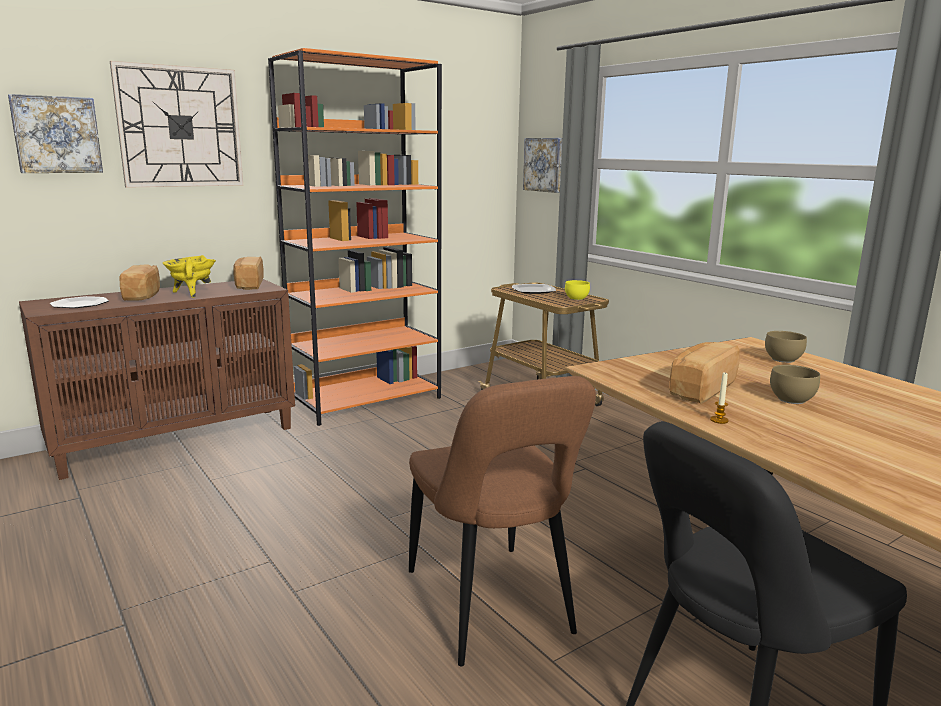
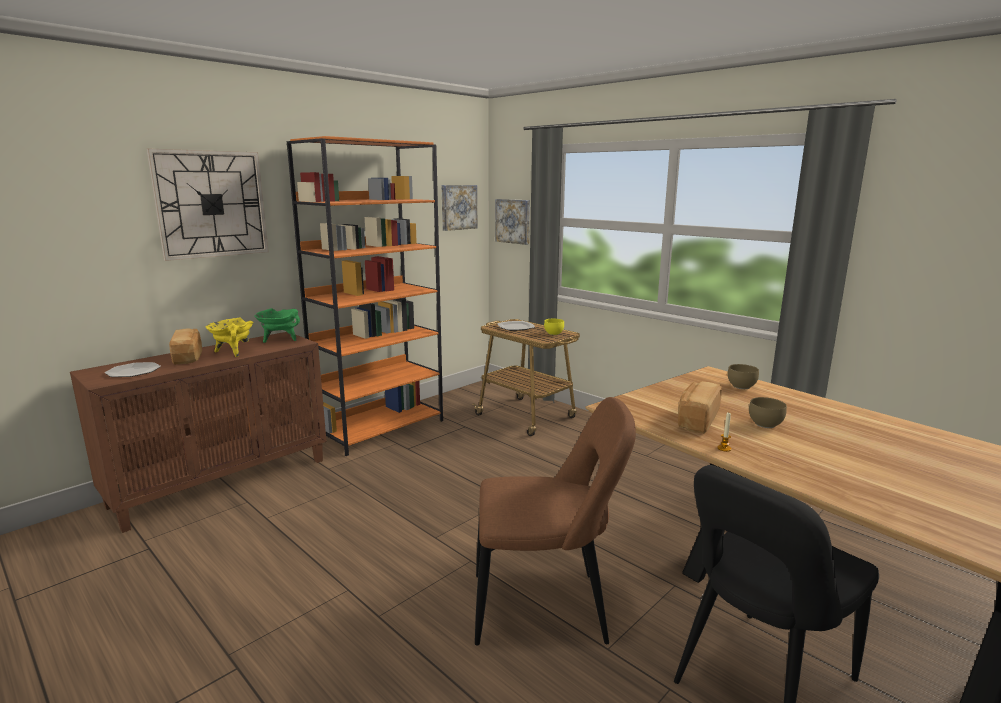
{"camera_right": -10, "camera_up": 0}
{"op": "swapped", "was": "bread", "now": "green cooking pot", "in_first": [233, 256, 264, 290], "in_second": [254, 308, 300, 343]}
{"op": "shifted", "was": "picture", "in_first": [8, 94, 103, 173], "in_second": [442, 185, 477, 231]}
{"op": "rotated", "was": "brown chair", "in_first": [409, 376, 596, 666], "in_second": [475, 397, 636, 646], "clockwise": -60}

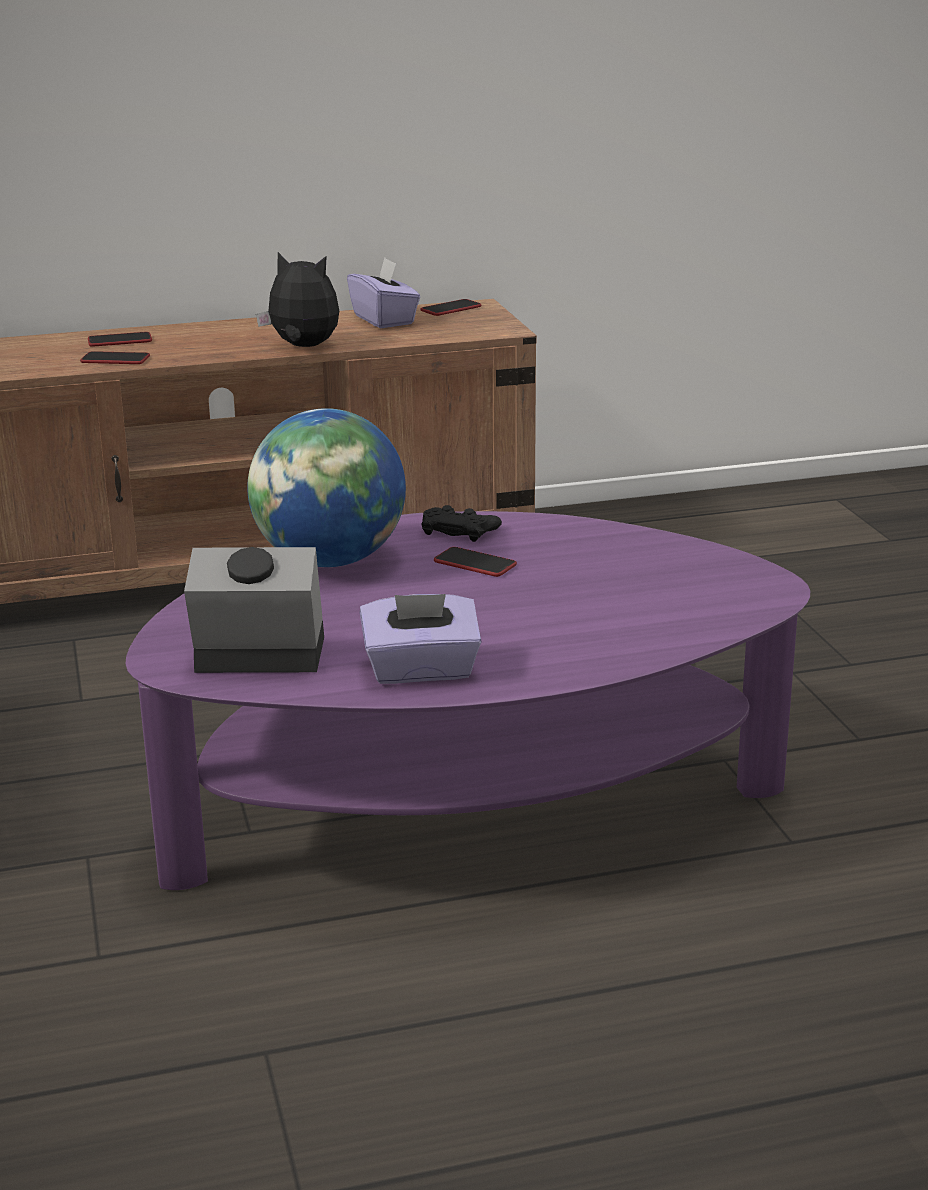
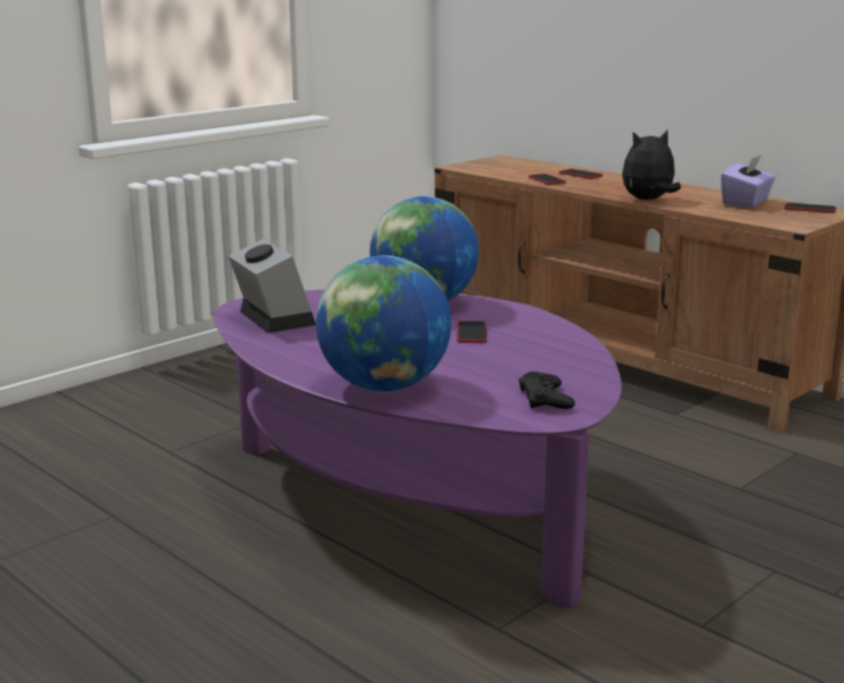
{"camera_right": 60, "camera_up": -5}
{"op": "new", "now": "globe", "in_second": [316, 255, 451, 392]}
{"op": "shifted", "was": "black game controller", "in_first": [421, 505, 502, 542], "in_second": [519, 371, 575, 409]}
{"op": "rotated", "was": "plush toy", "in_first": [256, 252, 339, 347], "in_second": [622, 129, 681, 200], "clockwise": -105}
{"op": "gone", "was": "purple tissue box", "in_first": [360, 594, 482, 684]}

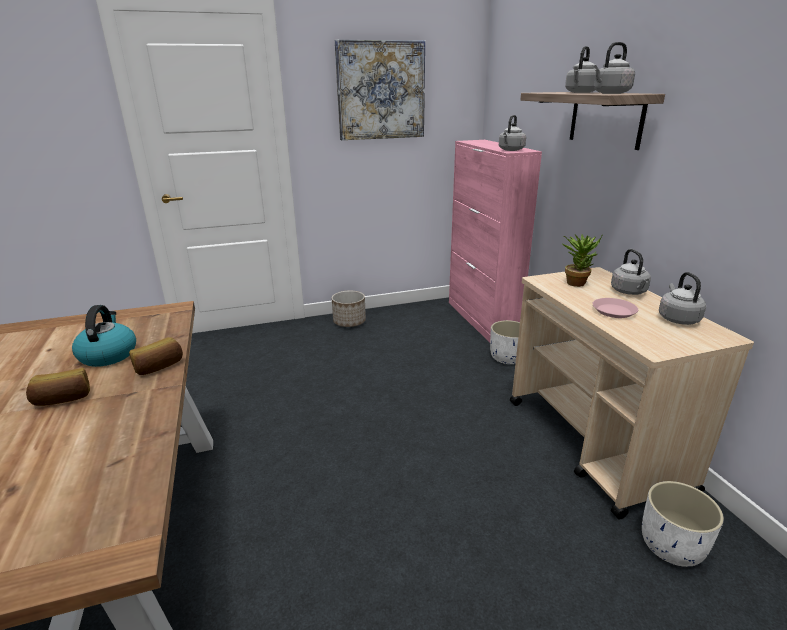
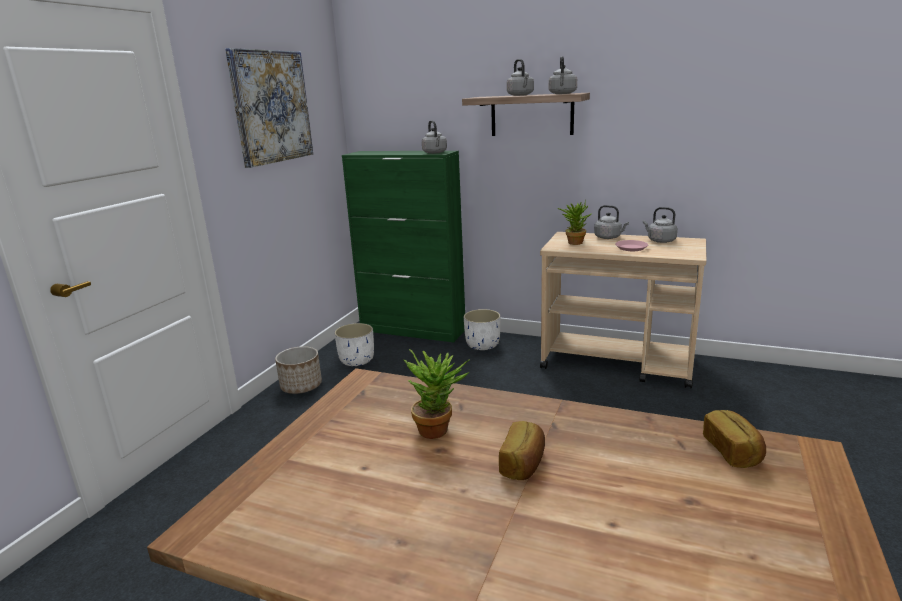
{"camera_right": -50, "camera_up": -5}
{"op": "shifted", "was": "white planter", "in_first": [642, 481, 724, 567], "in_second": [334, 323, 374, 366]}
{"op": "repainted", "was": "pink cabinet", "now": "green cabinet", "in_first": [449, 140, 542, 342], "in_second": [342, 151, 465, 342]}
{"op": "swapped", "was": "kettle", "now": "potted plant", "in_first": [72, 305, 136, 367], "in_second": [404, 349, 470, 439]}
{"op": "shifted", "was": "bread", "in_first": [129, 337, 183, 375], "in_second": [703, 410, 766, 468]}

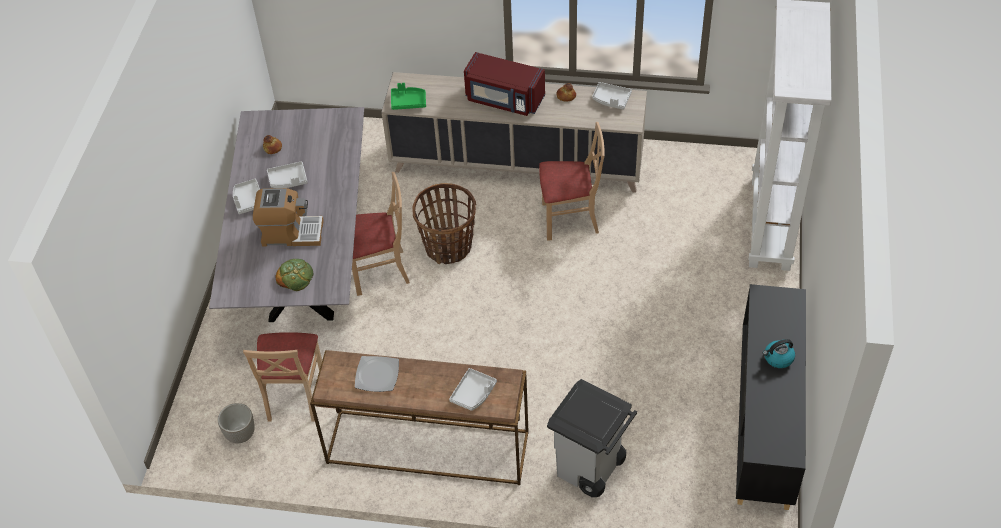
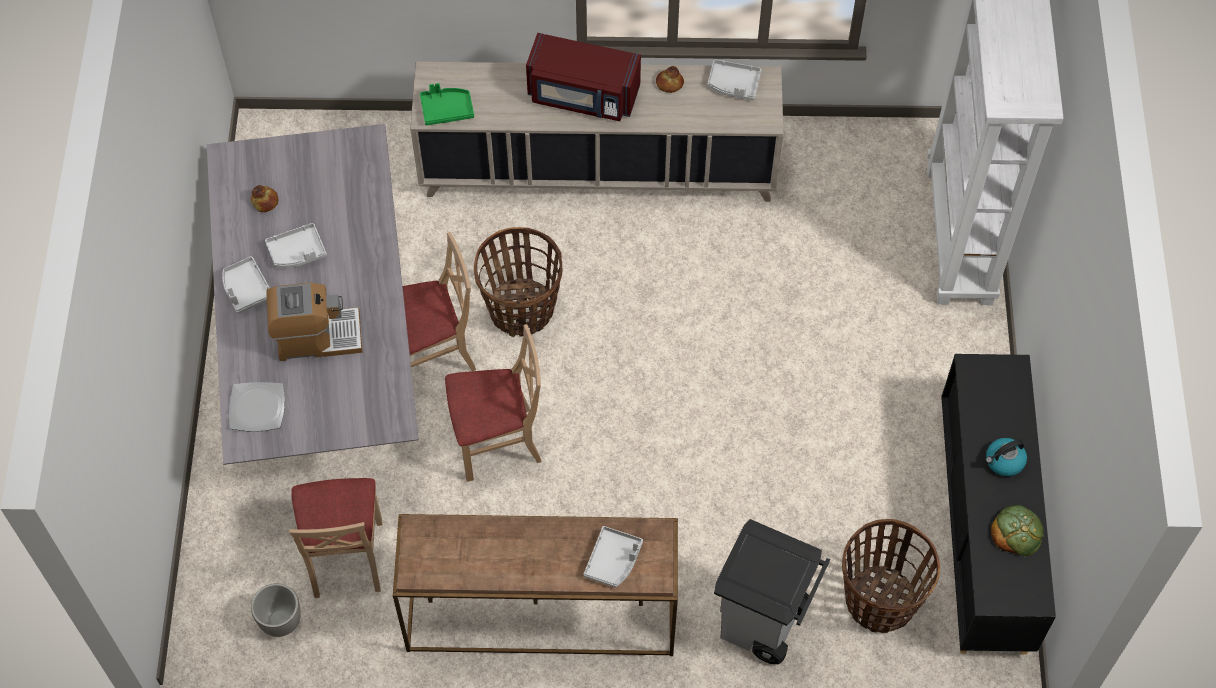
{"camera_right": -10, "camera_up": 10}
{"op": "shifted", "was": "plate", "in_first": [355, 356, 399, 392], "in_second": [229, 382, 285, 432]}
{"op": "shifted", "was": "beige chair", "in_first": [539, 122, 605, 241], "in_second": [445, 324, 541, 482]}
{"op": "new", "now": "basket", "in_second": [842, 519, 940, 633]}
{"op": "shifted", "was": "bread", "in_first": [276, 259, 313, 291], "in_second": [991, 505, 1044, 556]}

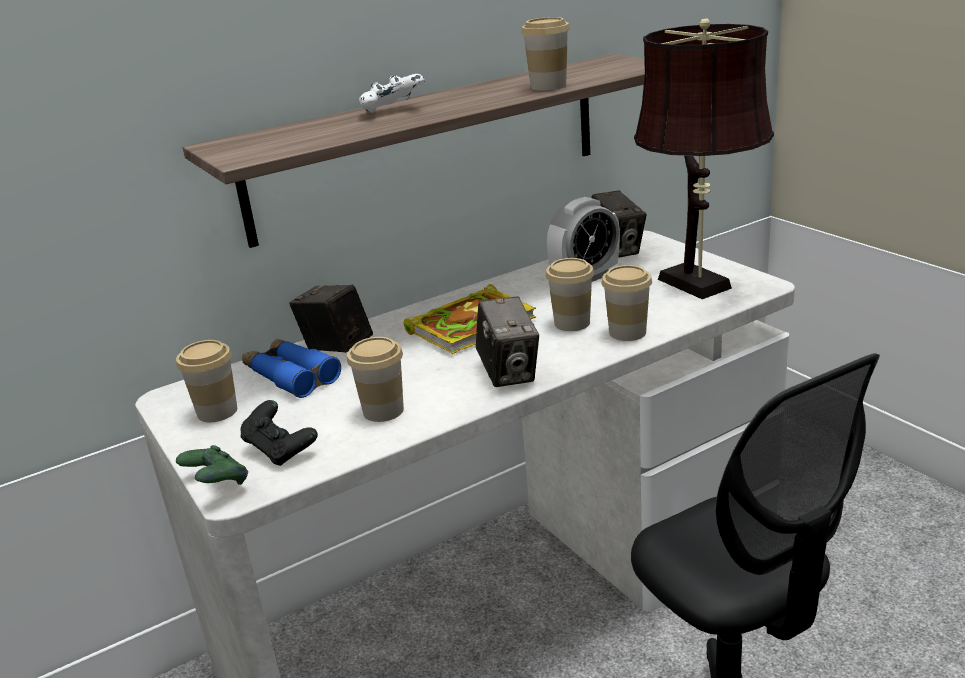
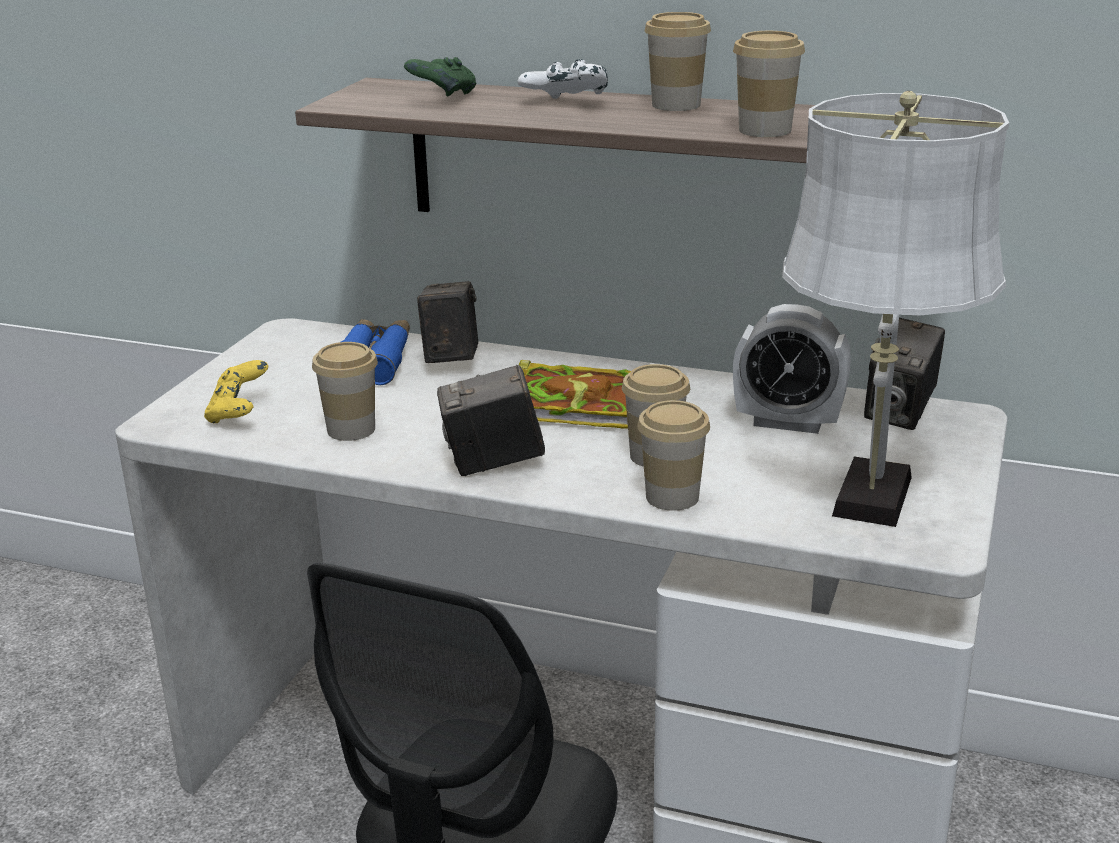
{"camera_right": 50, "camera_up": 0}
{"op": "repainted", "was": "black game controller", "now": "yellow game controller", "in_first": [240, 400, 318, 466], "in_second": [204, 360, 268, 423]}
{"op": "shifted", "was": "green game controller", "in_first": [176, 445, 248, 485], "in_second": [404, 57, 477, 96]}
{"op": "rotated", "was": "photo camera", "in_first": [476, 297, 539, 387], "in_second": [437, 365, 545, 476], "clockwise": 45}
{"op": "shifted", "was": "cup", "in_first": [176, 340, 237, 422], "in_second": [645, 12, 711, 111]}
{"op": "repainted", "was": "brown table lamp", "now": "white table lamp", "in_first": [634, 18, 774, 299], "in_second": [782, 91, 1009, 527]}

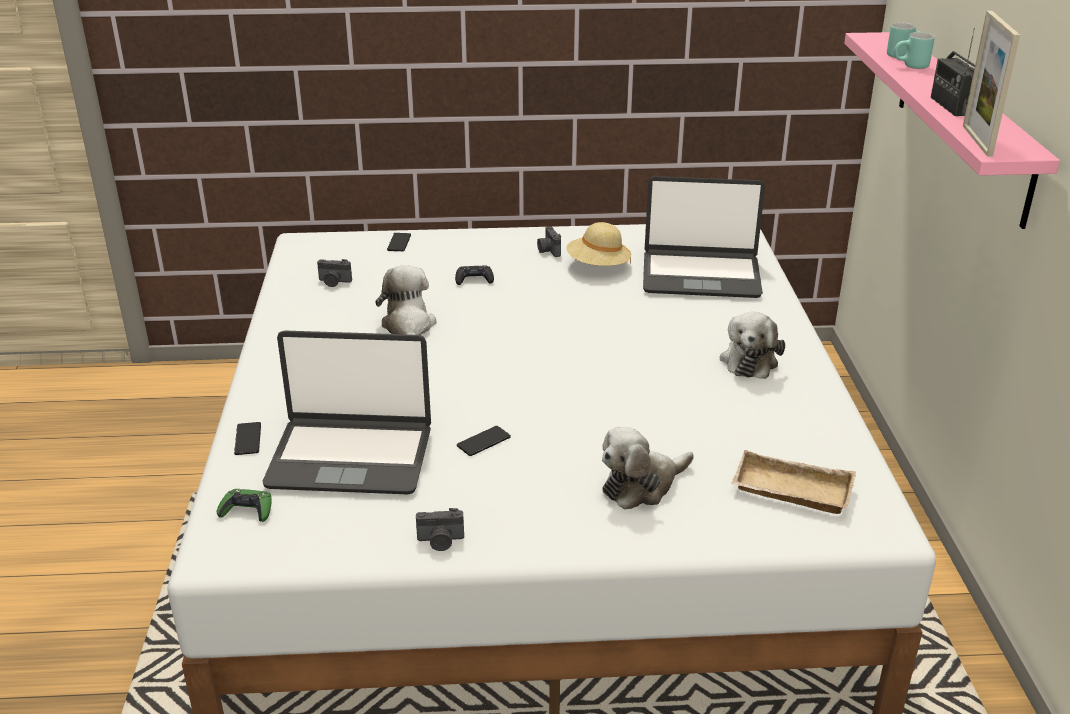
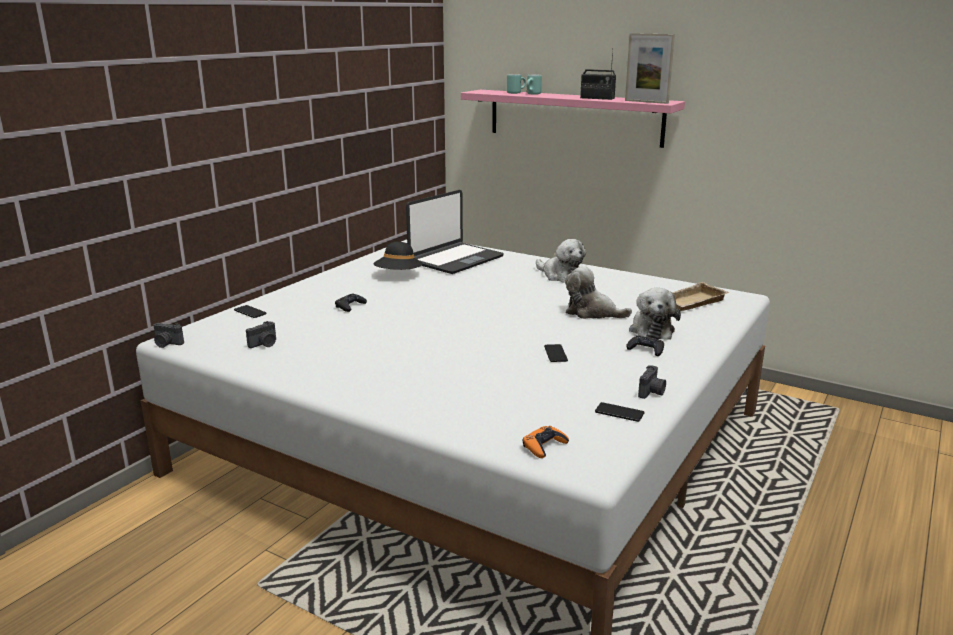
{"camera_right": -55, "camera_up": -10}
{"op": "shifted", "was": "photo camera", "in_first": [537, 226, 561, 257], "in_second": [154, 323, 184, 348]}
{"op": "repainted", "was": "beige hat", "now": "black hat", "in_first": [567, 222, 631, 266], "in_second": [374, 242, 423, 270]}
{"op": "repainted", "was": "green game controller", "now": "orange game controller", "in_first": [217, 489, 272, 522], "in_second": [523, 426, 569, 458]}
{"op": "shifted", "was": "plush toy", "in_first": [375, 265, 437, 335], "in_second": [565, 266, 632, 319]}
{"op": "shifted", "was": "phone", "in_first": [234, 422, 261, 455], "in_second": [595, 402, 644, 422]}
{"op": "new", "now": "black game controller", "in_second": [626, 336, 664, 356]}
{"op": "gone", "was": "laptop", "in_first": [263, 331, 431, 494]}

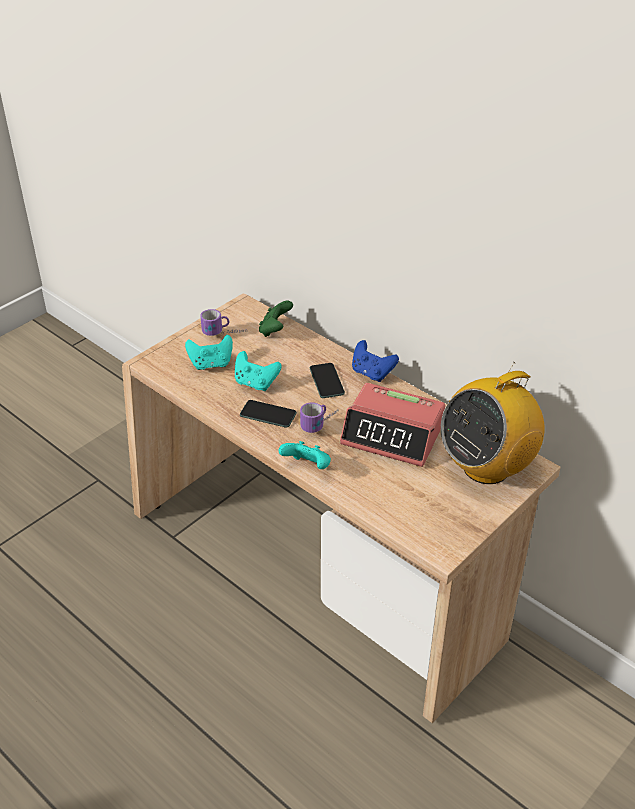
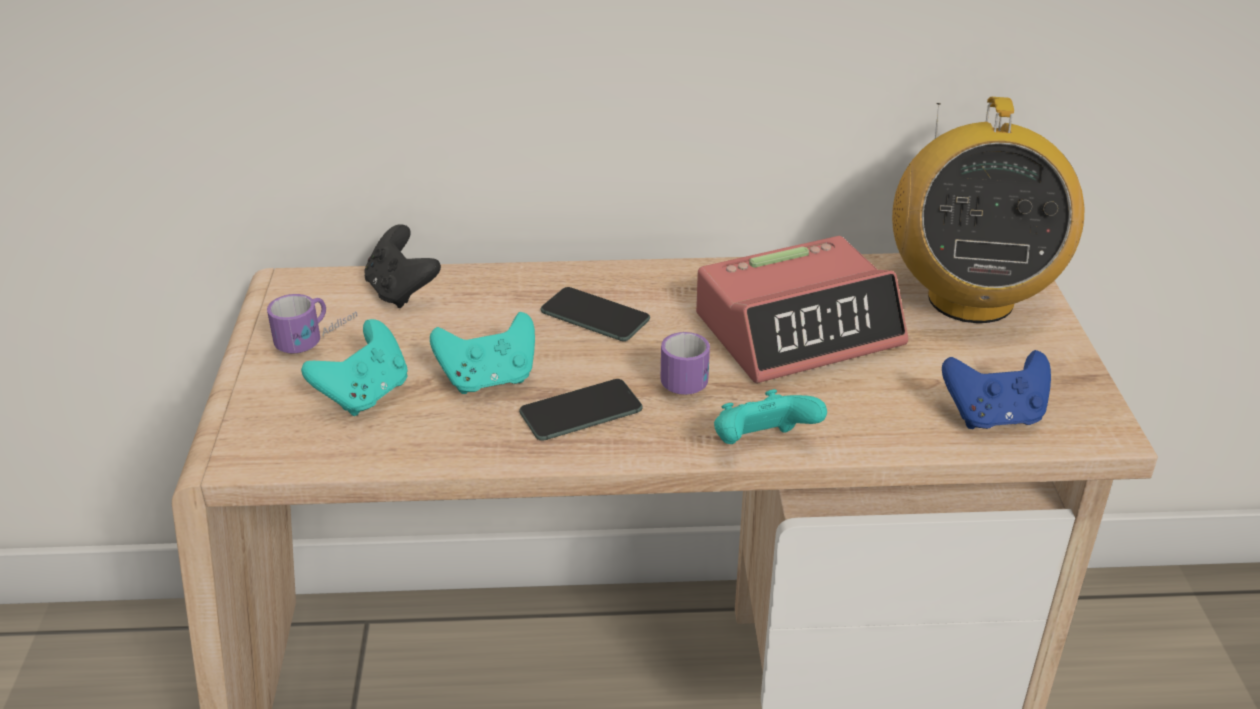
{"camera_right": -45, "camera_up": -5}
{"op": "repainted", "was": "green game controller", "now": "black game controller", "in_first": [259, 301, 293, 337], "in_second": [364, 224, 441, 308]}
{"op": "shifted", "was": "blue game controller", "in_first": [352, 340, 399, 382], "in_second": [942, 350, 1051, 429]}

